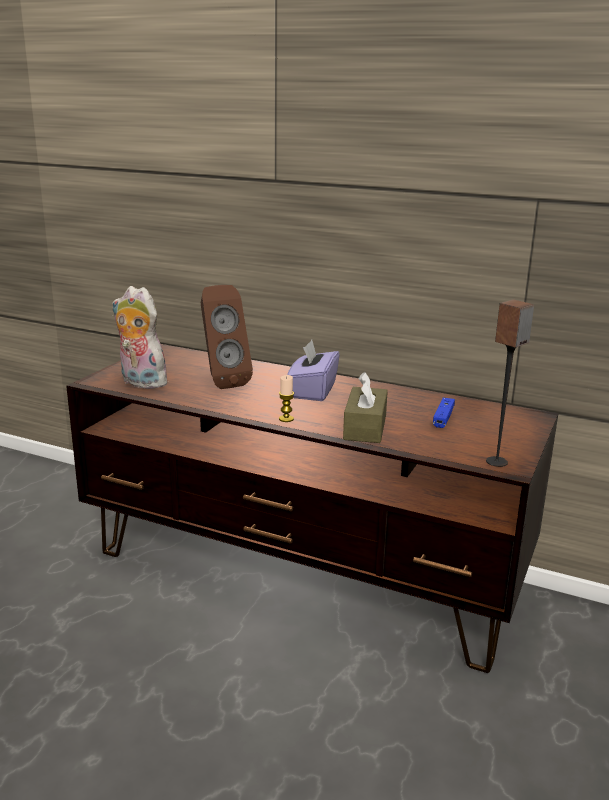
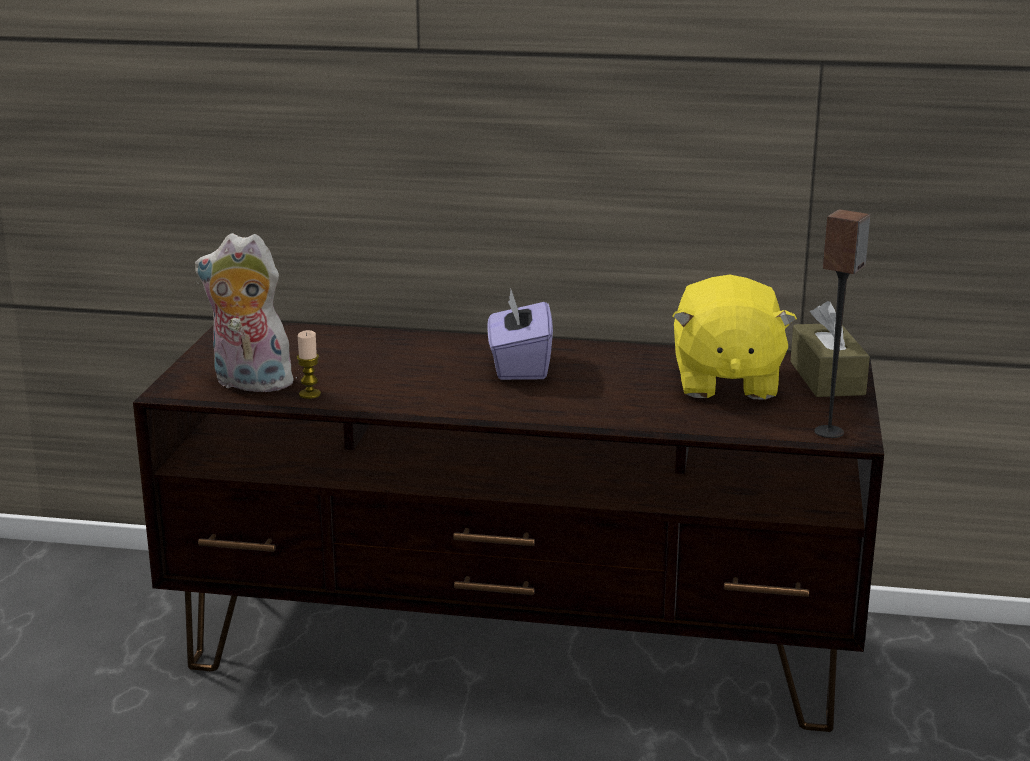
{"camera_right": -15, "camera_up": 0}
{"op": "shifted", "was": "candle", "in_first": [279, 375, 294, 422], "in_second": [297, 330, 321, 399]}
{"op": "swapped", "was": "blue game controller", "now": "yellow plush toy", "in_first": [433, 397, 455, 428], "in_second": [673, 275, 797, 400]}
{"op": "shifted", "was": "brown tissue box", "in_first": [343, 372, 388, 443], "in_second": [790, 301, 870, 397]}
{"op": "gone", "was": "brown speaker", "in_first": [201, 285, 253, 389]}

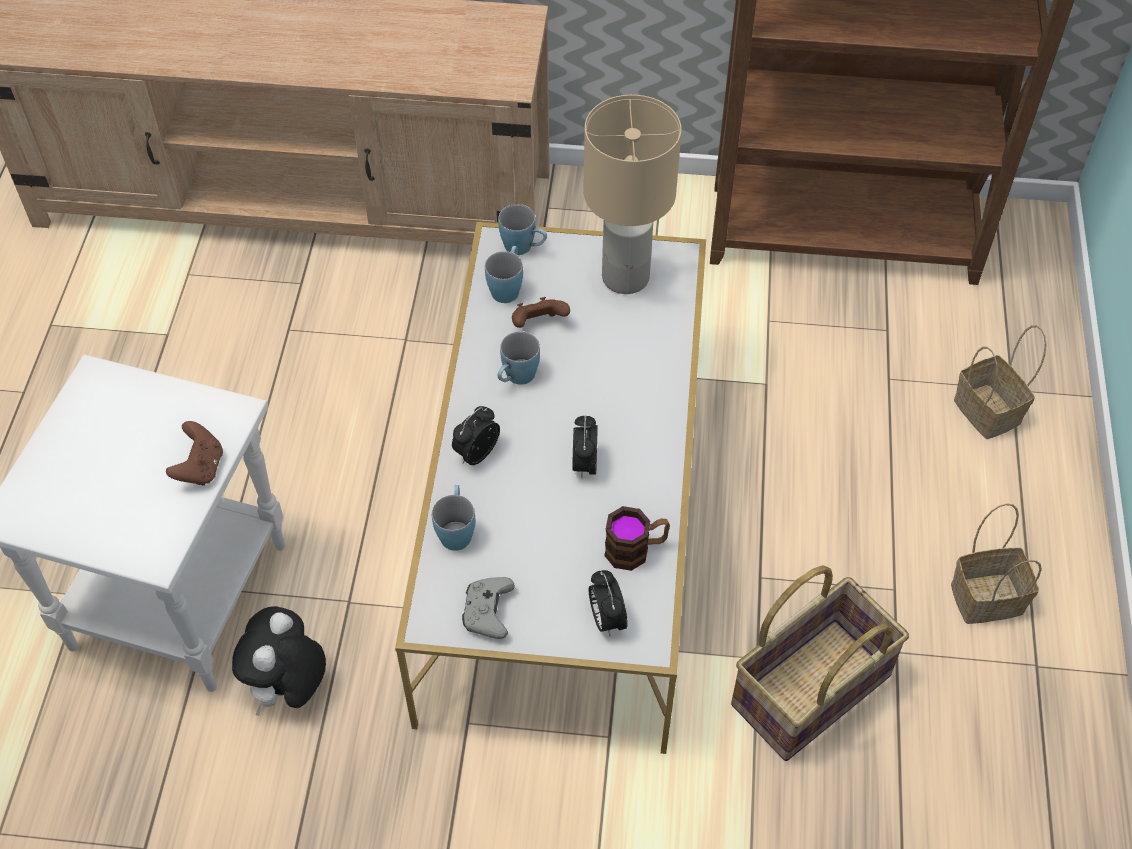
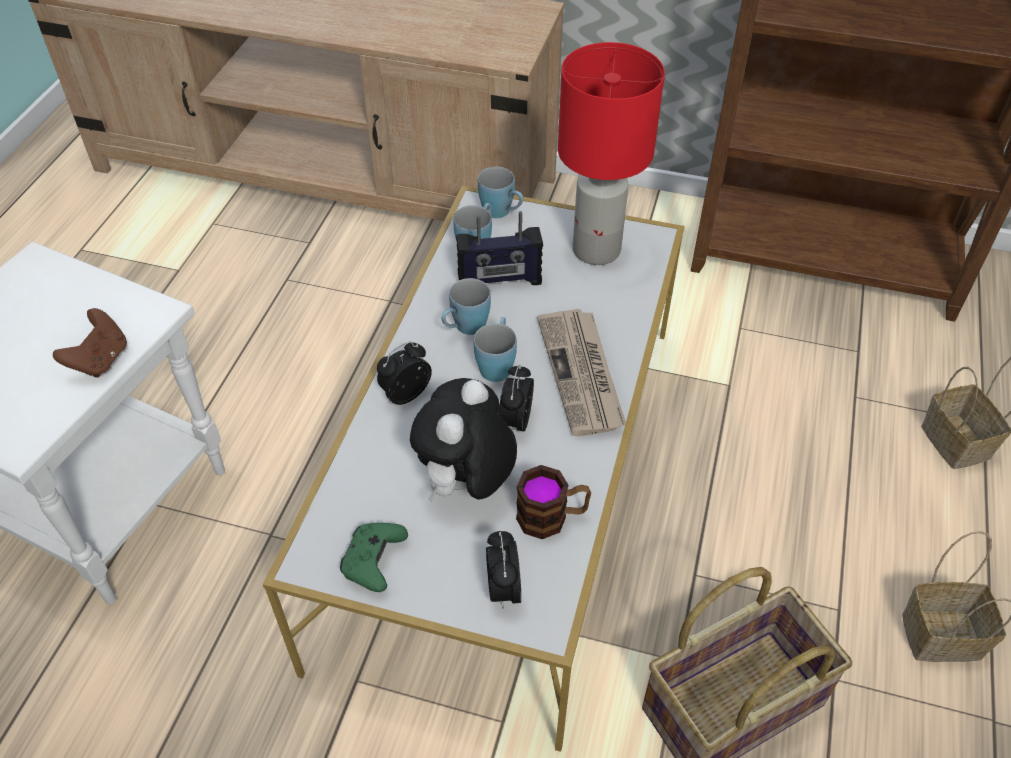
{"camera_right": 10, "camera_up": -5}
{"op": "repainted", "was": "grey game controller", "now": "green game controller", "in_first": [462, 577, 515, 639], "in_second": [340, 523, 408, 592]}
{"op": "shifted", "was": "plush toy", "in_first": [232, 606, 326, 716], "in_second": [410, 378, 517, 503]}
{"op": "swapped", "was": "brown game controller", "now": "radio", "in_first": [512, 297, 570, 328], "in_second": [456, 211, 543, 285]}
{"op": "shifted", "was": "blue mug", "in_first": [432, 485, 475, 551], "in_second": [474, 317, 517, 382]}
{"op": "new", "now": "newspaper", "in_second": [537, 309, 626, 436]}
{"op": "repainted", "was": "beige table lamp", "now": "red table lamp", "in_first": [584, 95, 681, 294], "in_second": [558, 42, 665, 265]}

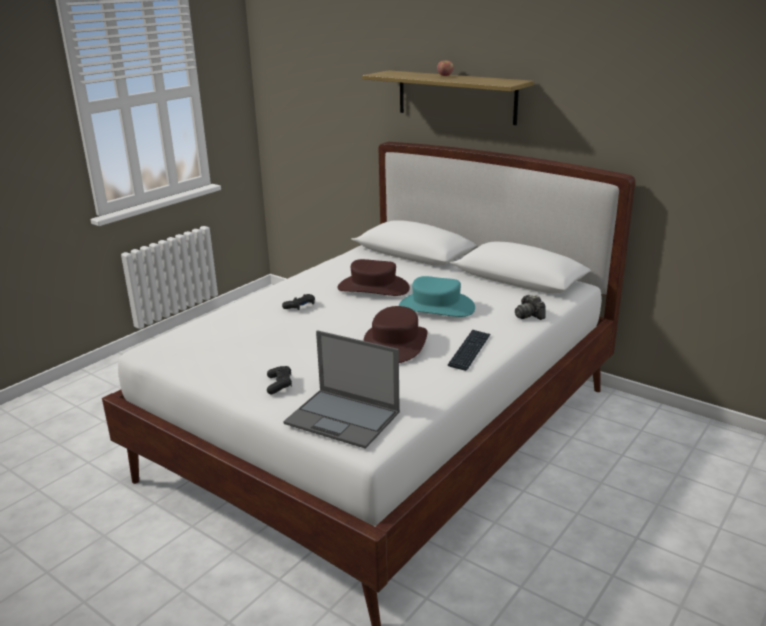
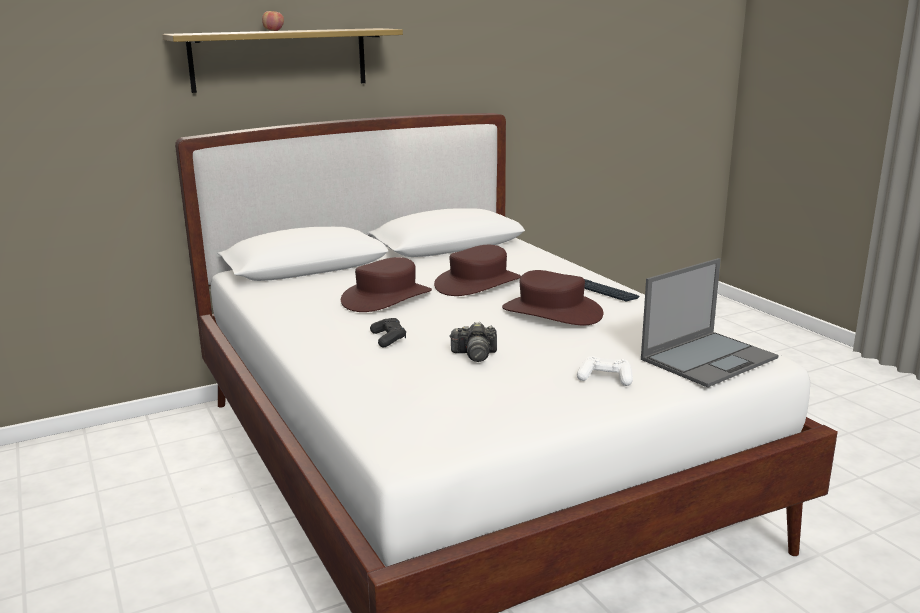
{"camera_right": -65, "camera_up": -5}
{"op": "repainted", "was": "turquoise hat", "now": "brown hat", "in_first": [399, 276, 475, 317], "in_second": [434, 245, 521, 296]}
{"op": "shifted", "was": "photo camera", "in_first": [515, 295, 546, 320], "in_second": [449, 322, 497, 362]}
{"op": "repainted", "was": "black game controller", "now": "white game controller", "in_first": [267, 366, 292, 394], "in_second": [577, 356, 633, 386]}

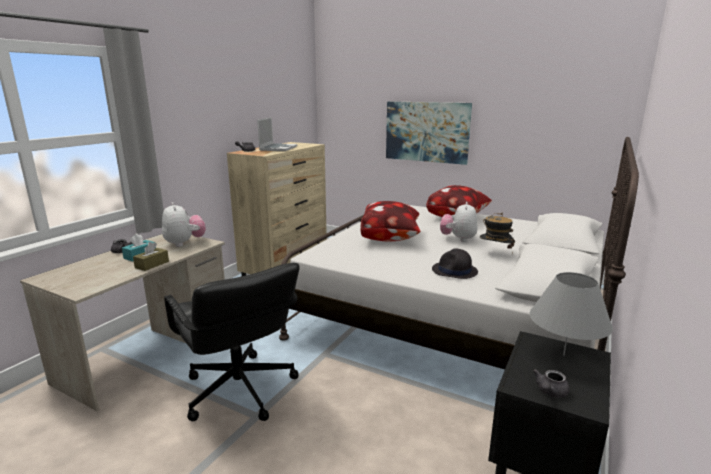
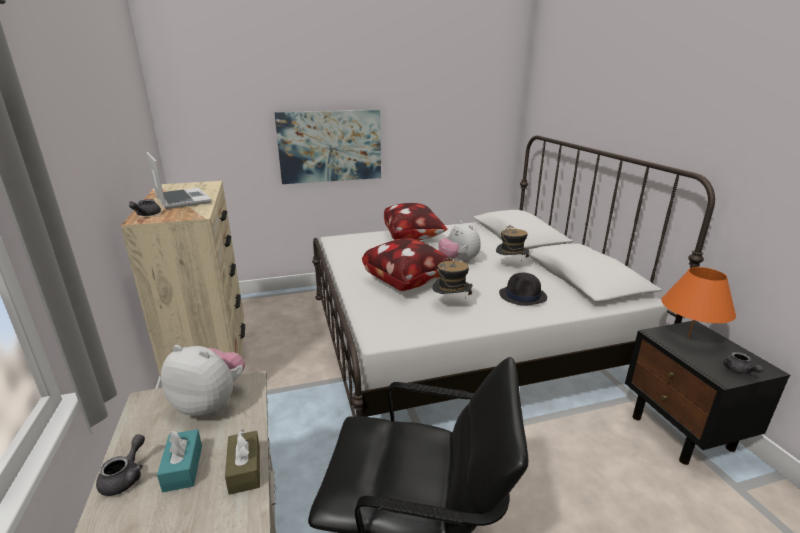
{"camera_right": -45, "camera_up": 5}
{"op": "new", "now": "hat", "in_second": [432, 256, 473, 298]}
{"op": "repainted", "was": "grey table lamp", "now": "orange table lamp", "in_first": [530, 272, 613, 356], "in_second": [661, 267, 736, 337]}

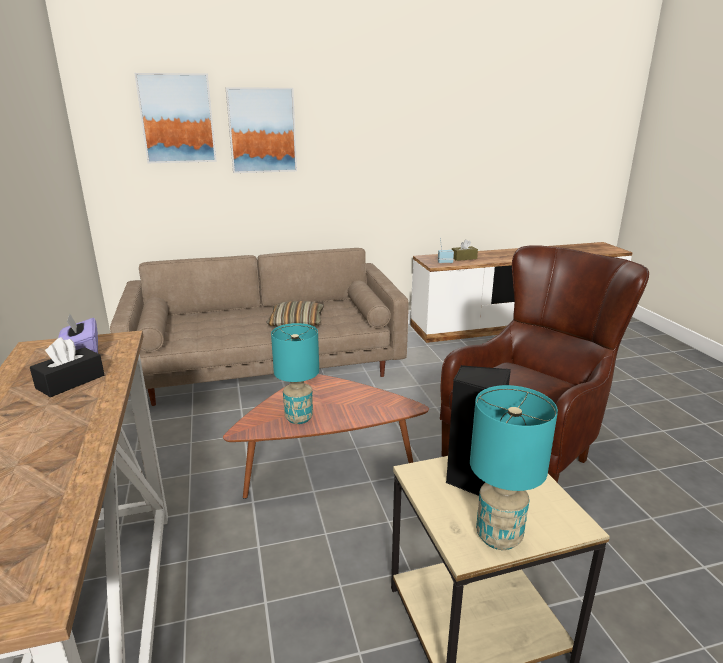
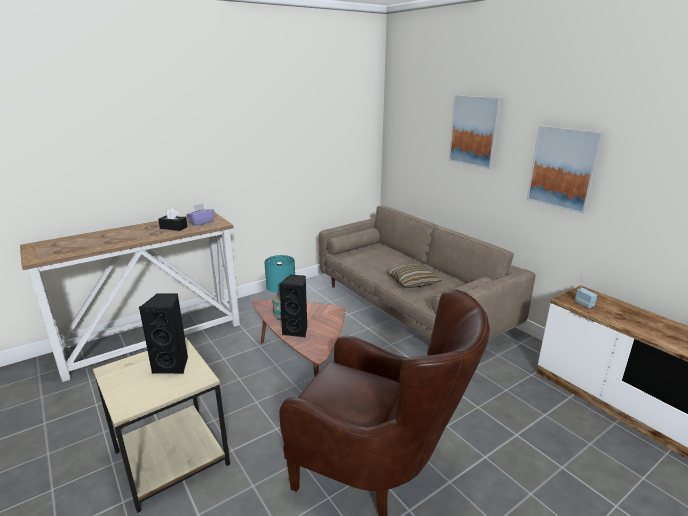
{"camera_right": 70, "camera_up": 0}
{"op": "new", "now": "black speaker", "in_second": [279, 274, 307, 337]}
{"op": "shifted", "was": "picture", "in_first": [134, 73, 217, 163], "in_second": [527, 126, 604, 214]}
{"op": "gone", "was": "brown tissue box", "in_first": [452, 239, 478, 261]}
{"op": "gone", "was": "turquoise table lamp", "in_first": [470, 385, 558, 550]}

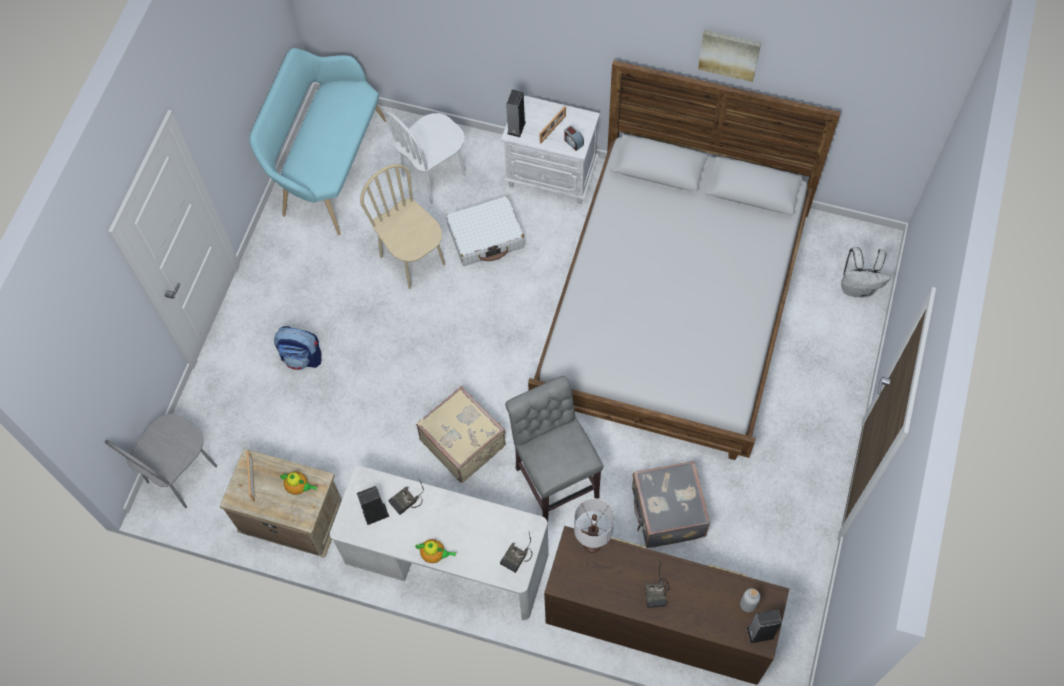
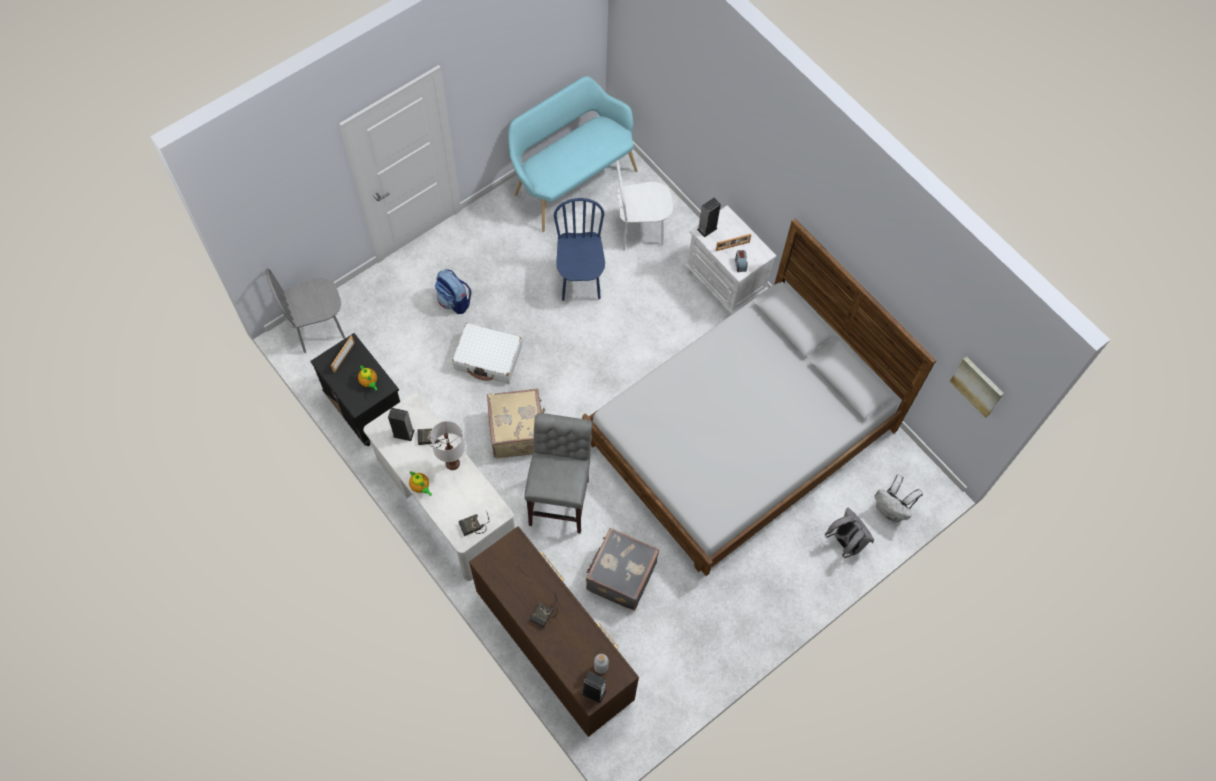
{"camera_right": 30, "camera_up": 0}
{"op": "repainted", "was": "beige nightstand", "now": "black nightstand", "in_first": [219, 448, 342, 558], "in_second": [310, 333, 400, 446]}
{"op": "shifted", "was": "white table lamp", "in_first": [574, 498, 615, 553], "in_second": [430, 421, 465, 470]}
{"op": "shifted", "was": "white suitcase", "in_first": [446, 196, 525, 266], "in_second": [452, 323, 522, 384]}
{"op": "repainted", "was": "beige chair", "now": "blue chair", "in_first": [360, 164, 445, 289], "in_second": [554, 198, 605, 301]}
{"op": "new", "now": "grey backpack", "in_second": [825, 508, 874, 558]}
{"op": "shifted", "was": "picture", "in_first": [698, 30, 761, 82], "in_second": [950, 356, 1004, 418]}

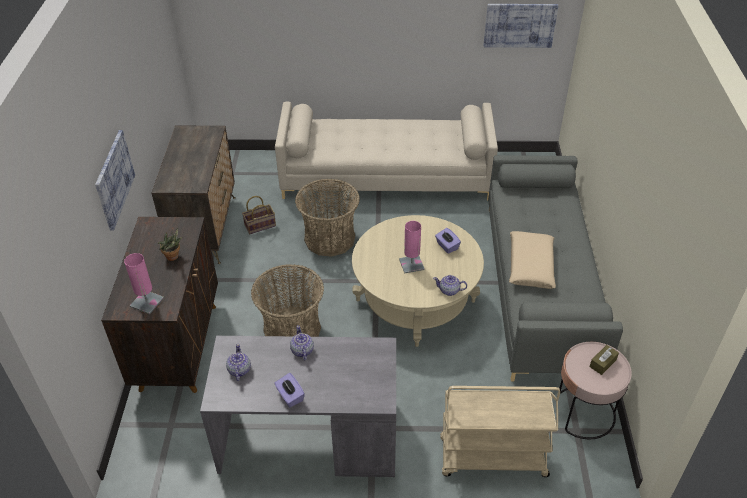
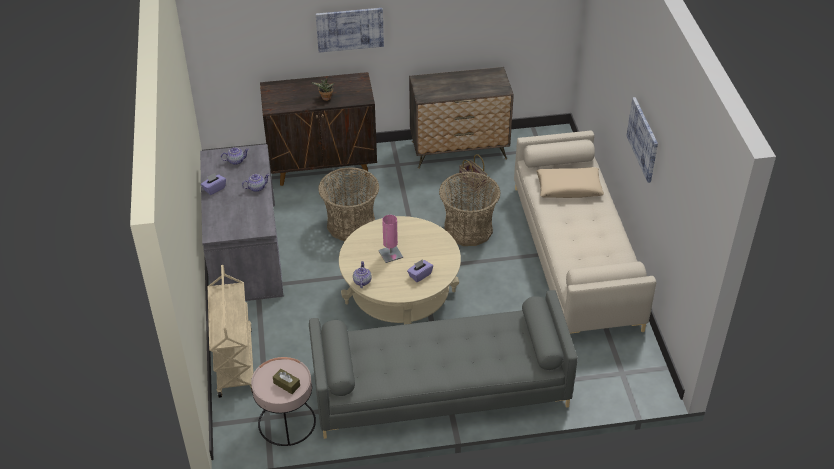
{"camera_right": 80, "camera_up": 0}
{"op": "shifted", "was": "beige pillow", "in_first": [509, 231, 556, 289], "in_second": [536, 167, 604, 198]}
{"op": "shifted", "was": "picture", "in_first": [484, 4, 558, 48], "in_second": [626, 97, 658, 183]}
{"op": "gone", "was": "pink table lamp", "in_first": [124, 253, 164, 314]}

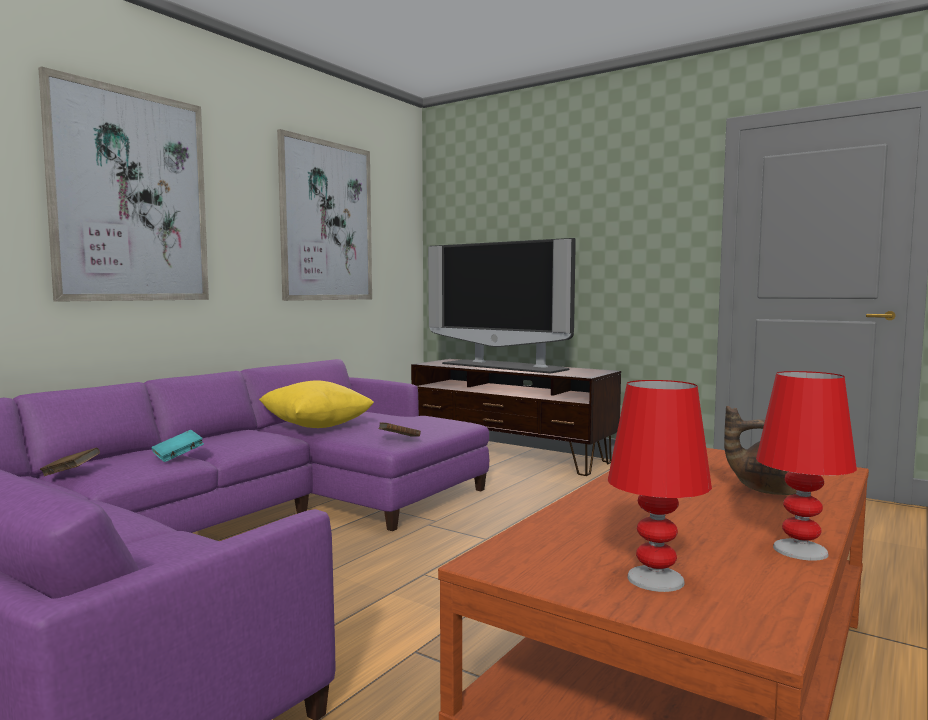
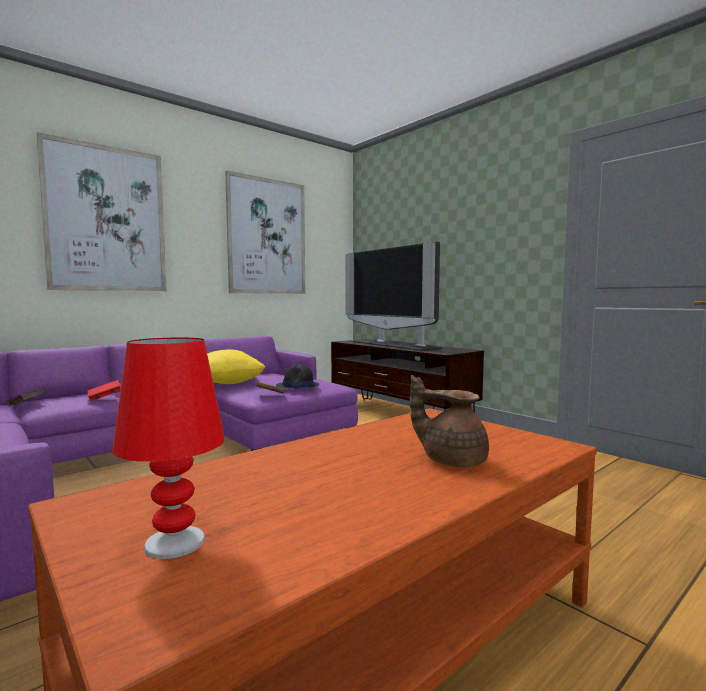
{"camera_right": 15, "camera_up": 0}
{"op": "repainted", "was": "turquoise book", "now": "red book", "in_first": [151, 430, 204, 462], "in_second": [88, 380, 121, 401]}
{"op": "new", "now": "black hat", "in_second": [276, 365, 319, 389]}
{"op": "gone", "was": "red table lamp", "in_first": [756, 371, 857, 560]}

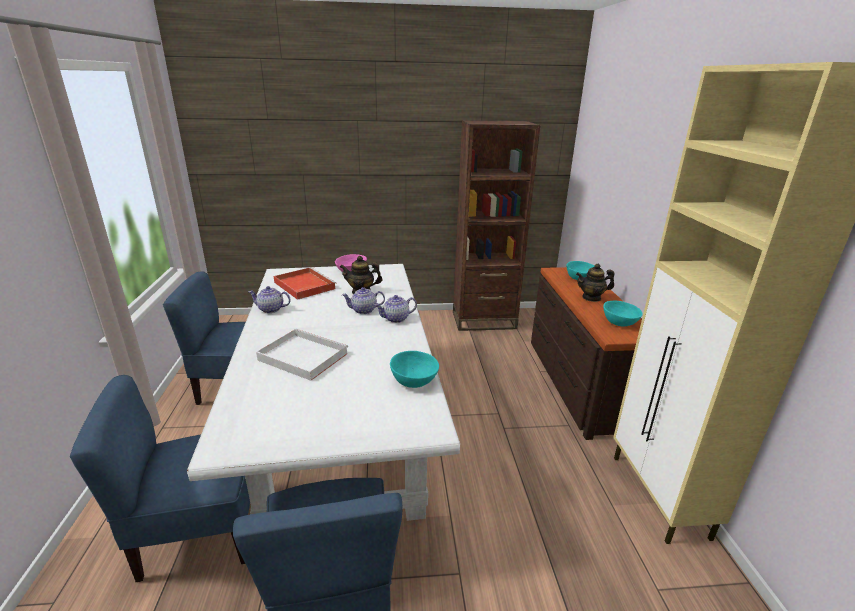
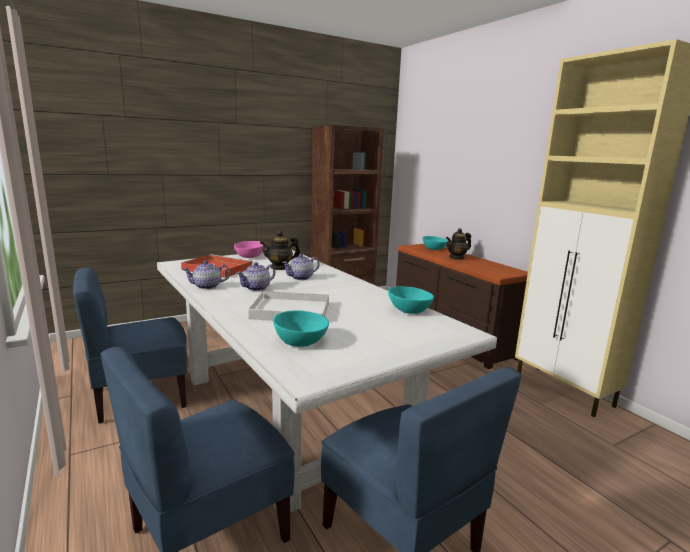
{"camera_right": -25, "camera_up": -10}
{"op": "shifted", "was": "teapot", "in_first": [375, 295, 417, 323], "in_second": [237, 262, 275, 291]}
{"op": "shifted", "was": "turquoise bowl", "in_first": [603, 301, 643, 327], "in_second": [273, 310, 329, 347]}

